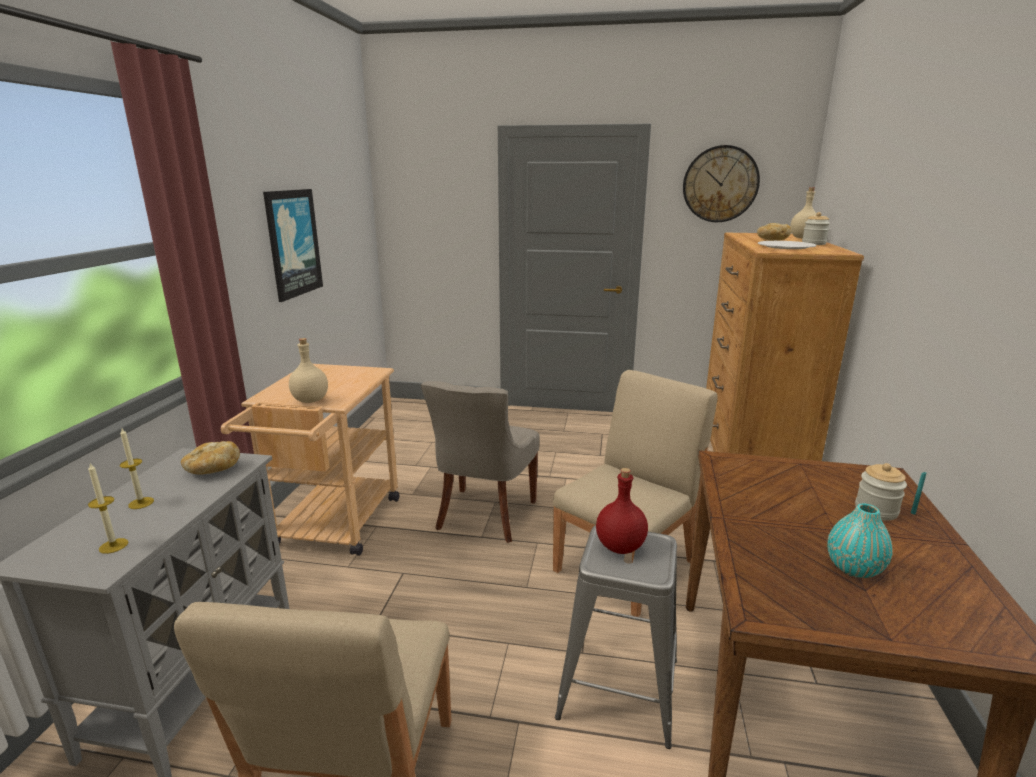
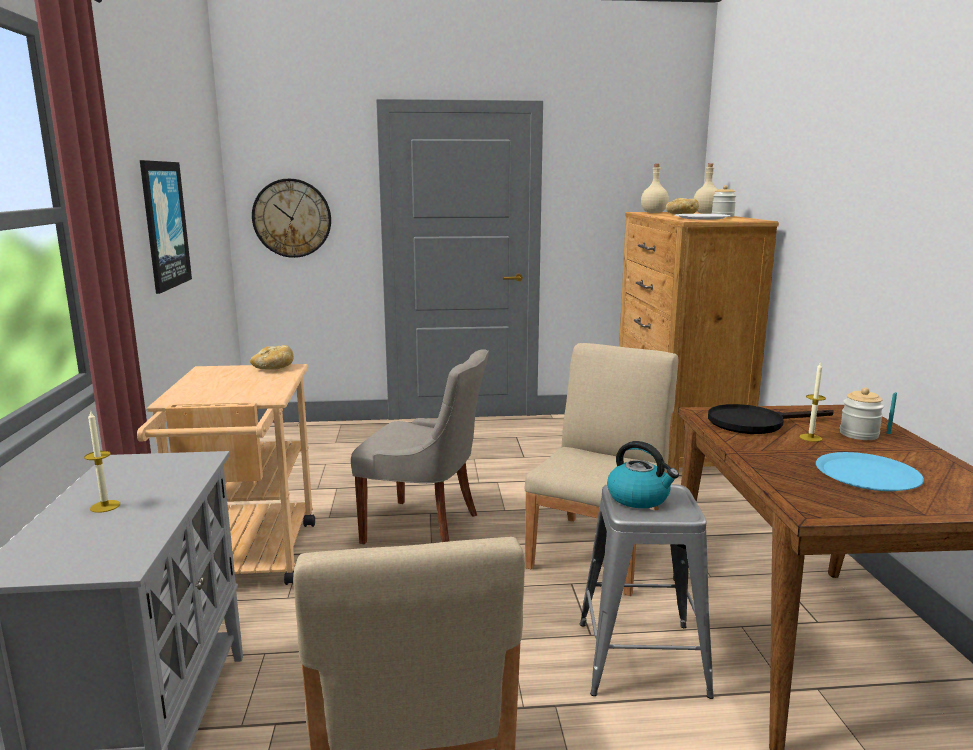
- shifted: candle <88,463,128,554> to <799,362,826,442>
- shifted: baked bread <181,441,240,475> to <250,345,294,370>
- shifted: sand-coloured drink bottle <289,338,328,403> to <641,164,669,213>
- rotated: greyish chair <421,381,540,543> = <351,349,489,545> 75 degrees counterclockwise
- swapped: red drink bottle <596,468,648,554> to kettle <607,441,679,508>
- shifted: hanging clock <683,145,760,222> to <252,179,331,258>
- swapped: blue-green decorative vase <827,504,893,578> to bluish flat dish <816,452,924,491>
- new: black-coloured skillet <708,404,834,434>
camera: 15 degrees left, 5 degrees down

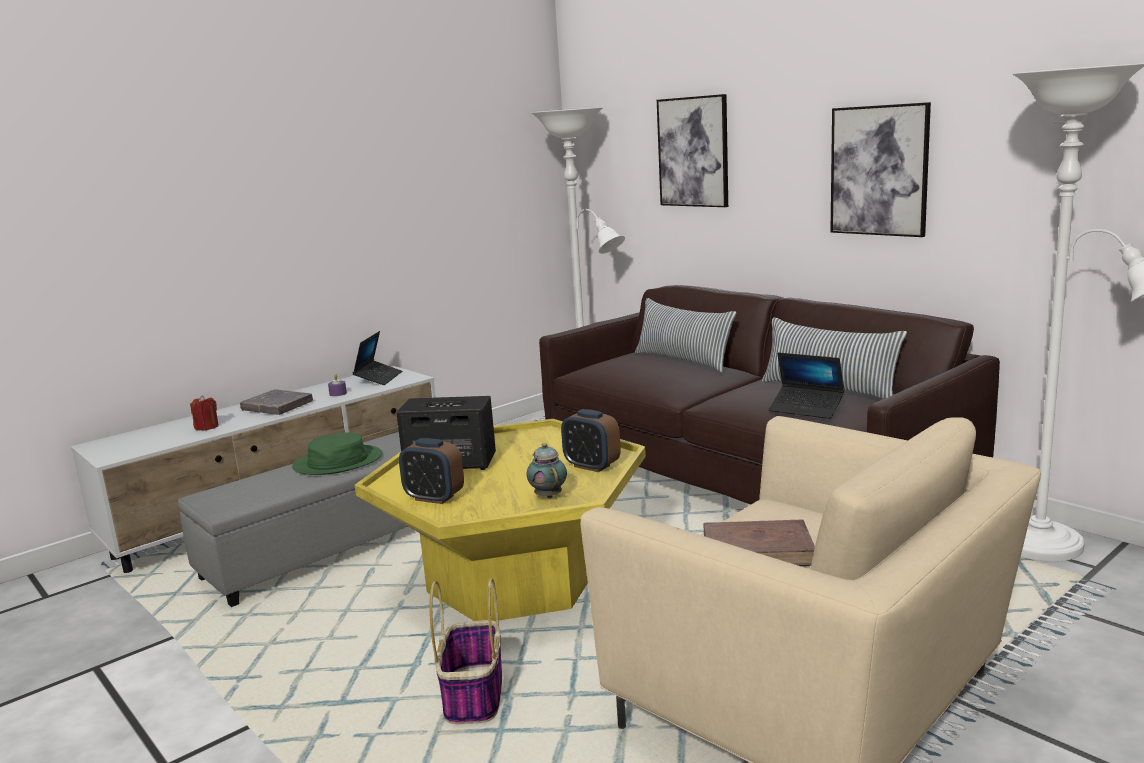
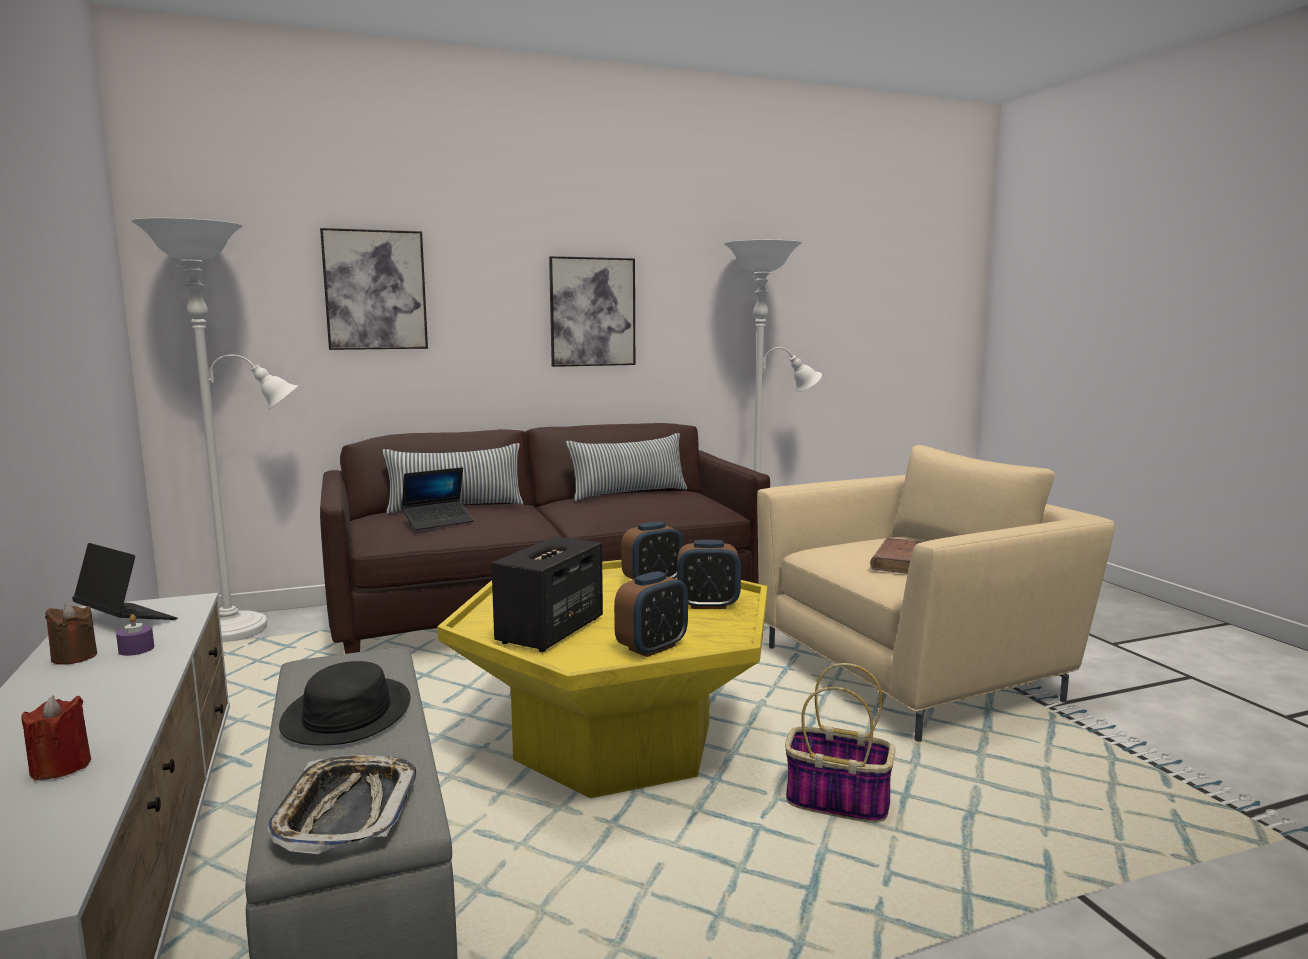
- gone: greyish book <240,389,313,415>
- repainted: greenish wearable hat <292,433,382,475> to black-coloured wearable hat <279,661,410,745>
- swapped: pot for tea <527,443,567,498> to alarm clock <677,540,741,609>
- shifted: notebook computer <769,352,844,419> to <401,467,474,530>
- new: brown candle <45,604,97,665>
- new: carrying tray <267,755,416,854>
camera: 70 degrees left, 5 degrees down

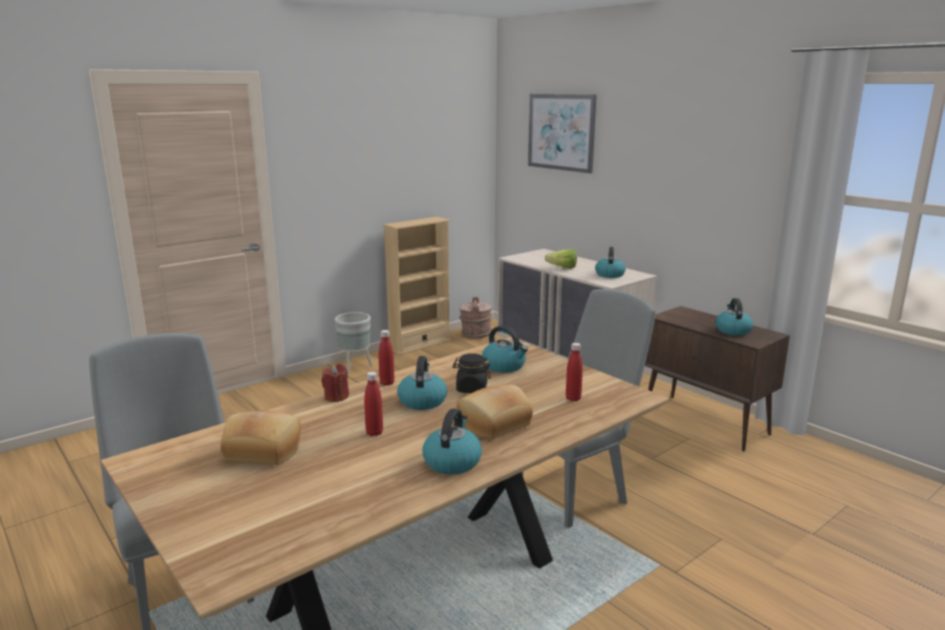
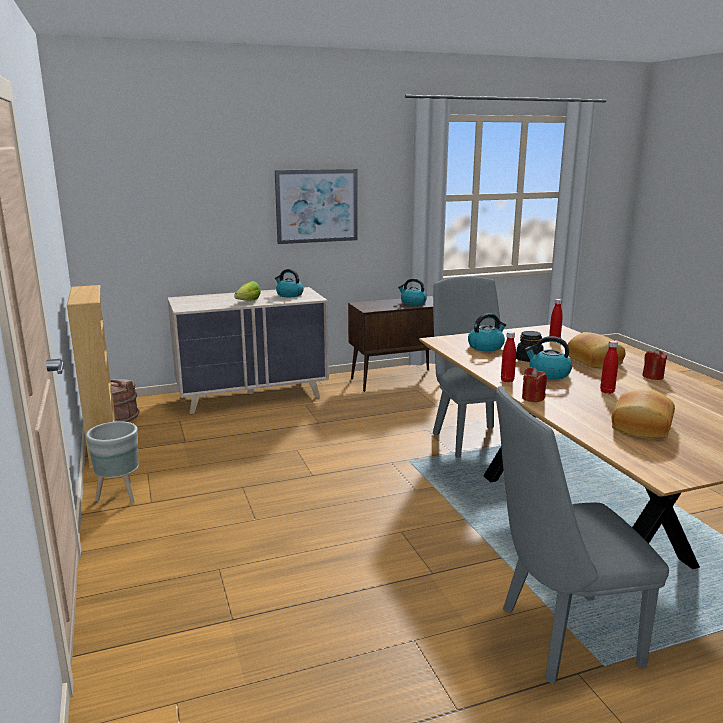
- swapped: kettle <422,408,482,475> to red candle <642,349,668,380>
- shifted: wall art <528,94,597,173> to <275,169,358,244>
camera: 70 degrees left, 0 degrees up

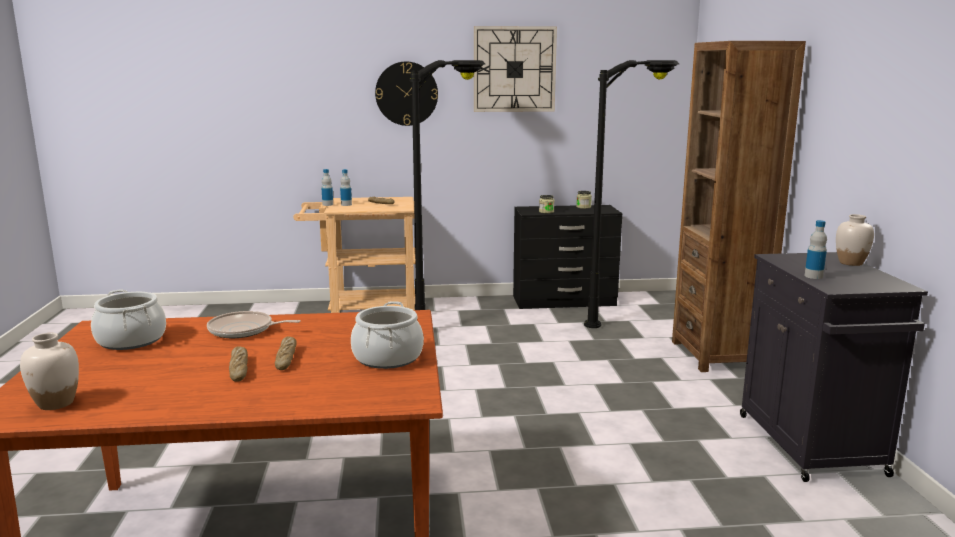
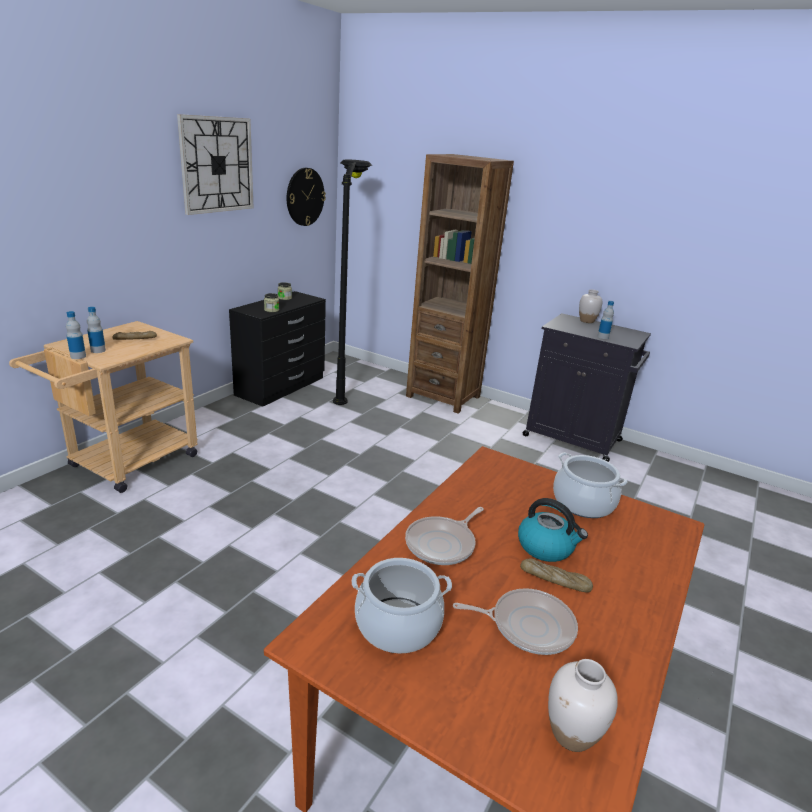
- swapped: baked bread <275,336,297,370> to kettle <518,498,588,562>
- shifted: hanging clock <375,62,438,126> to <287,168,326,226>
- gone: black-coloured floor lamp <410,60,485,310>
- new: skillet <453,588,578,655>
camera: 55 degrees left, 10 degrees up

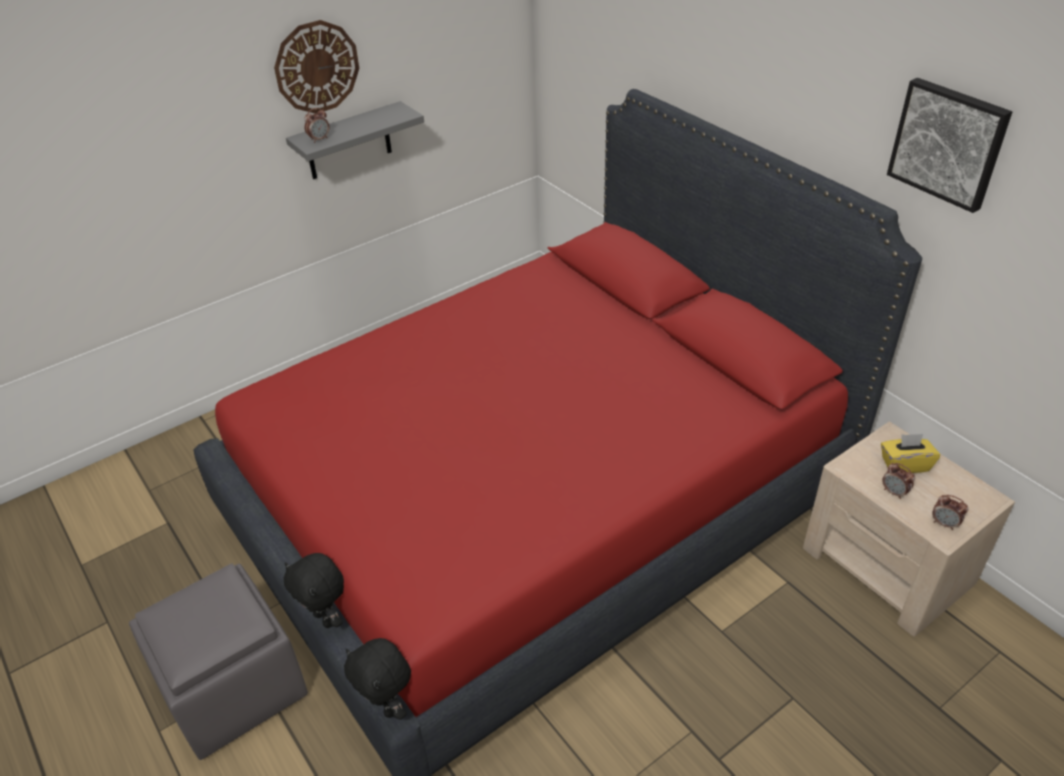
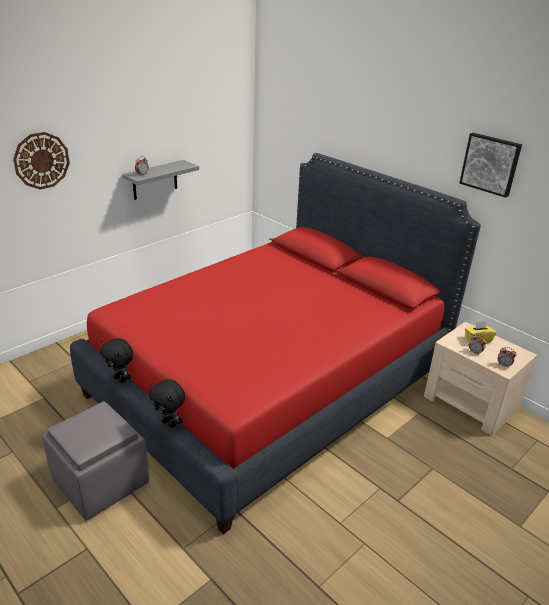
- shifted: hanging clock <274,20,359,114> to <13,132,70,190>
- shifted: black-coloured plush toy <344,638,411,720> to <100,338,133,383>
camera: 10 degrees left, 10 degrees down

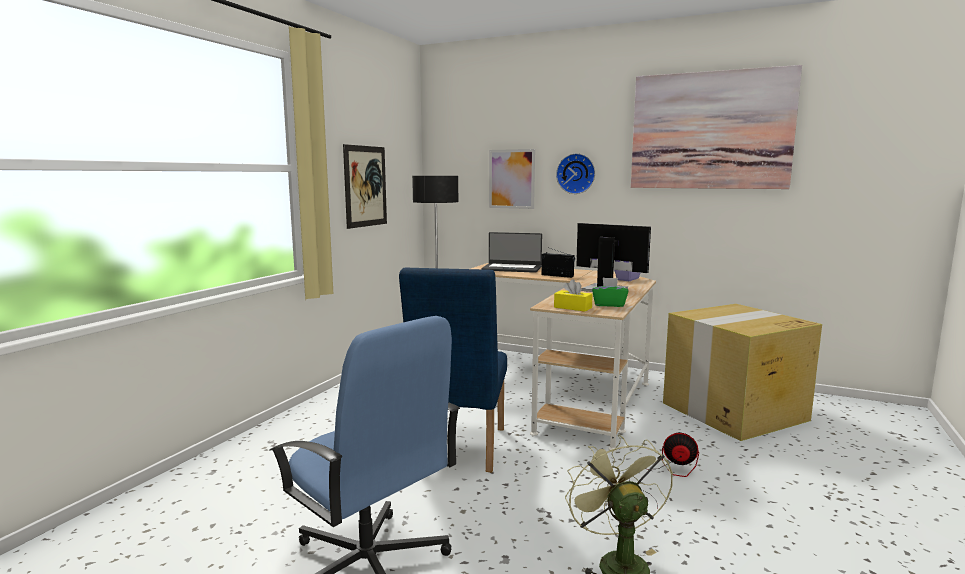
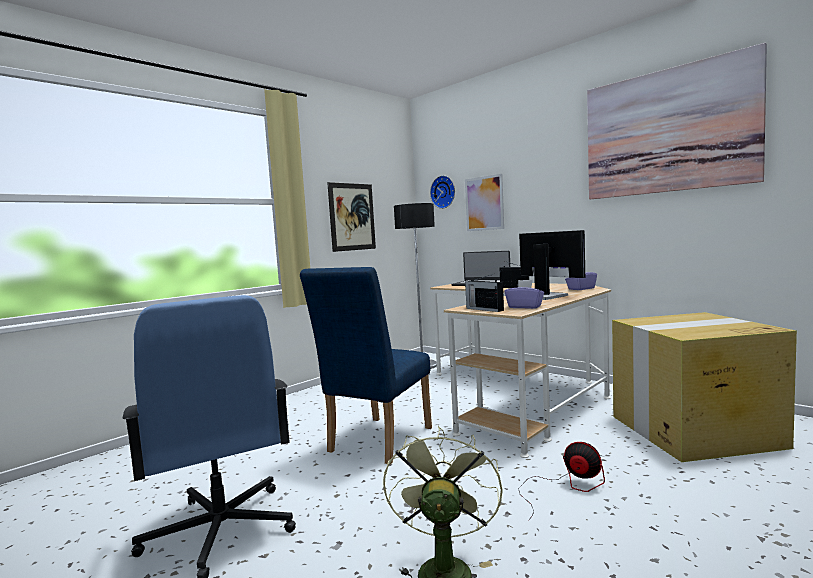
- swapped: yellow-coloured tissue box <554,279,593,312> to radio receiver <465,274,504,312>
- shifted: hanging clock <556,153,595,194> to <430,176,455,209>
- repainted: greenish tissue box <592,278,628,307> to purplish tissue box <505,280,544,309>
camera: 20 degrees right, 5 degrees down

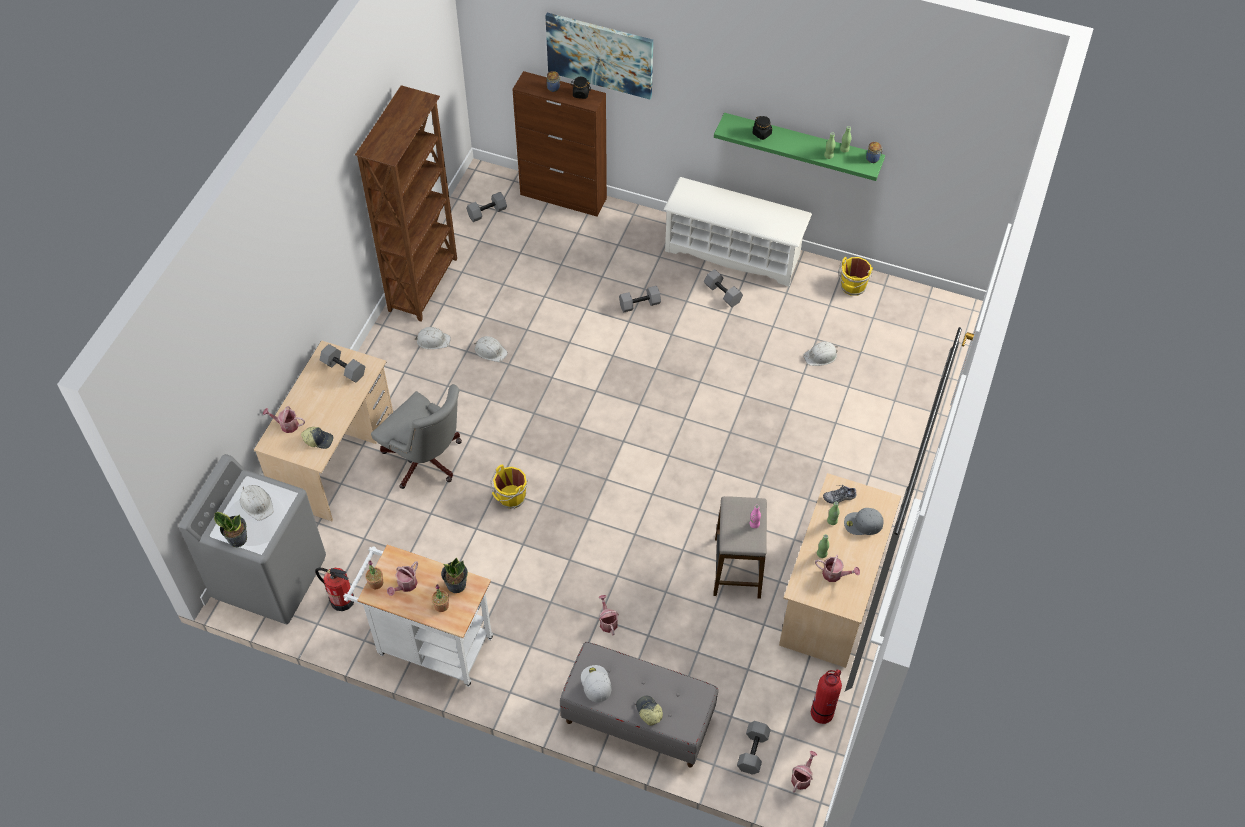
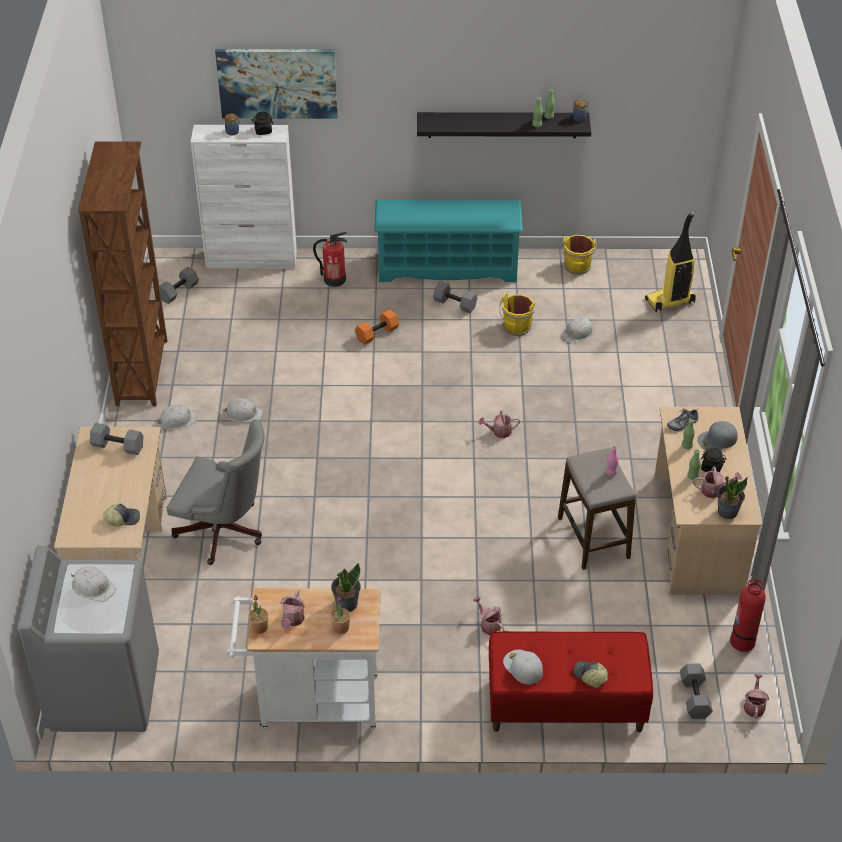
- shifted: plant in a pot <214,512,247,547> to <717,476,748,519>
- shifted: watering pot <263,406,305,433> to <478,410,520,438>
- shifted: extinguisher <315,568,354,611> to <313,232,347,287>
- shifted: yellow-coloured pail <491,464,528,509> to <499,293,535,336>
- repainted: brown cupboard <512,71,607,217> to white cupboard <191,125,297,269>
- repainted: greyish indoor bench <560,642,718,767> to red indoor bench <489,631,653,732>
- repainted: greyish hand weight <619,286,661,313> to orange-coloured hand weight <355,309,399,345>
- repainted: white shoe stand <664,177,812,287> to blue-green shoe stand <374,200,523,282>
- repainted: greenish bracket shelf <714,113,885,181> to black-coloured bracket shelf <417,112,591,138>
- shifted: black-coloured storage jar <753,116,772,140> to <701,447,727,472>
- new: hoover <645,212,696,312>
camera: 20 degrees left, 10 degrees down

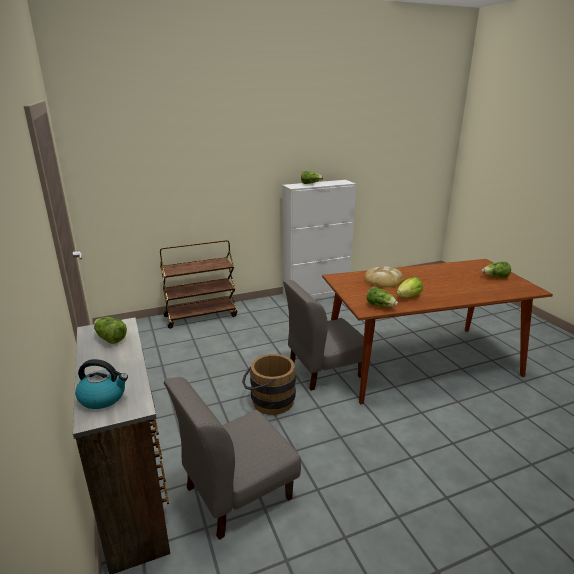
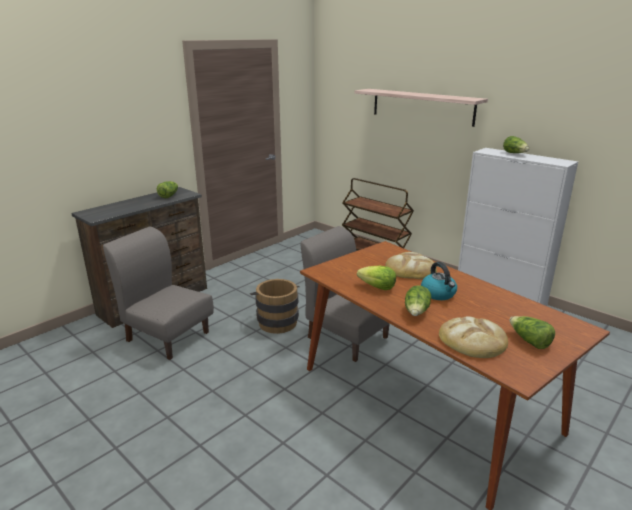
- shifted: kettle <75,359,128,409> to <421,262,457,300>
- shifted: lettuce head <367,287,398,307> to <405,285,431,316>
- new: bracket shelf <355,89,488,127>
- new: baked bread <439,316,508,358>
camera: 65 degrees right, 0 degrees up

